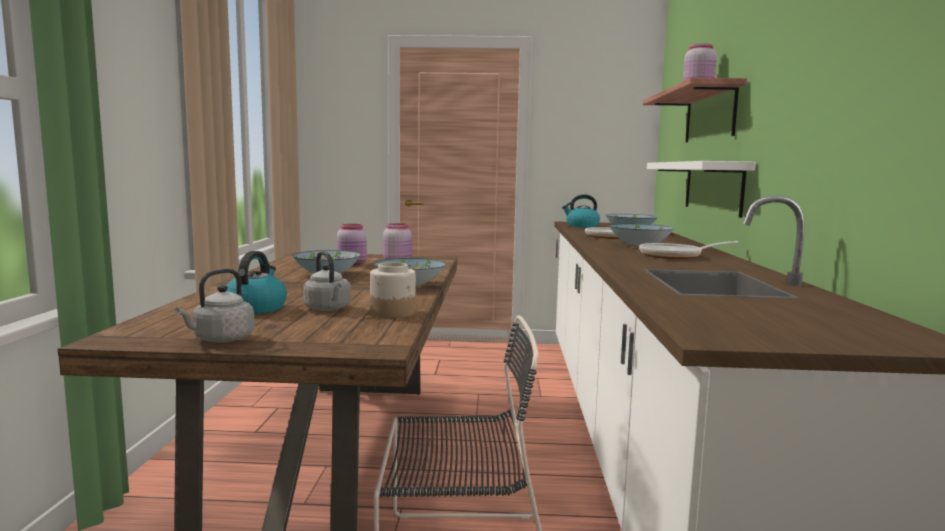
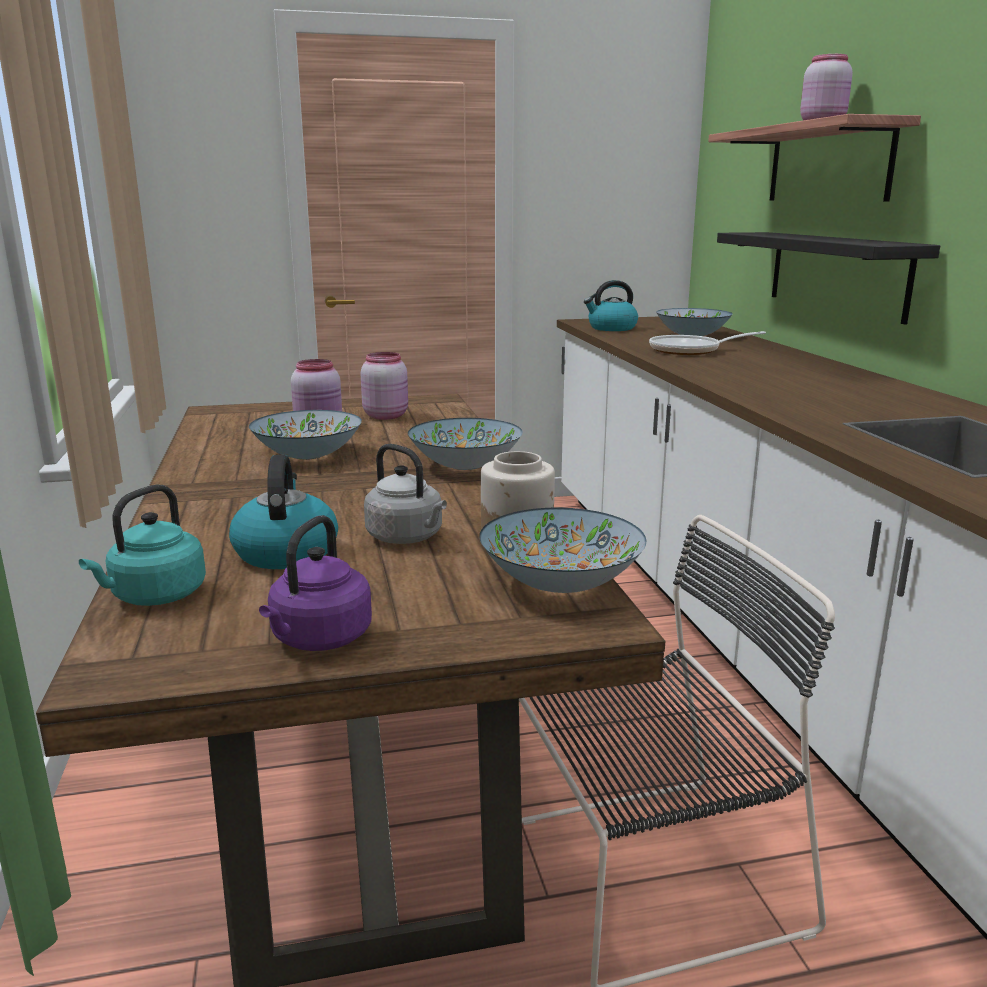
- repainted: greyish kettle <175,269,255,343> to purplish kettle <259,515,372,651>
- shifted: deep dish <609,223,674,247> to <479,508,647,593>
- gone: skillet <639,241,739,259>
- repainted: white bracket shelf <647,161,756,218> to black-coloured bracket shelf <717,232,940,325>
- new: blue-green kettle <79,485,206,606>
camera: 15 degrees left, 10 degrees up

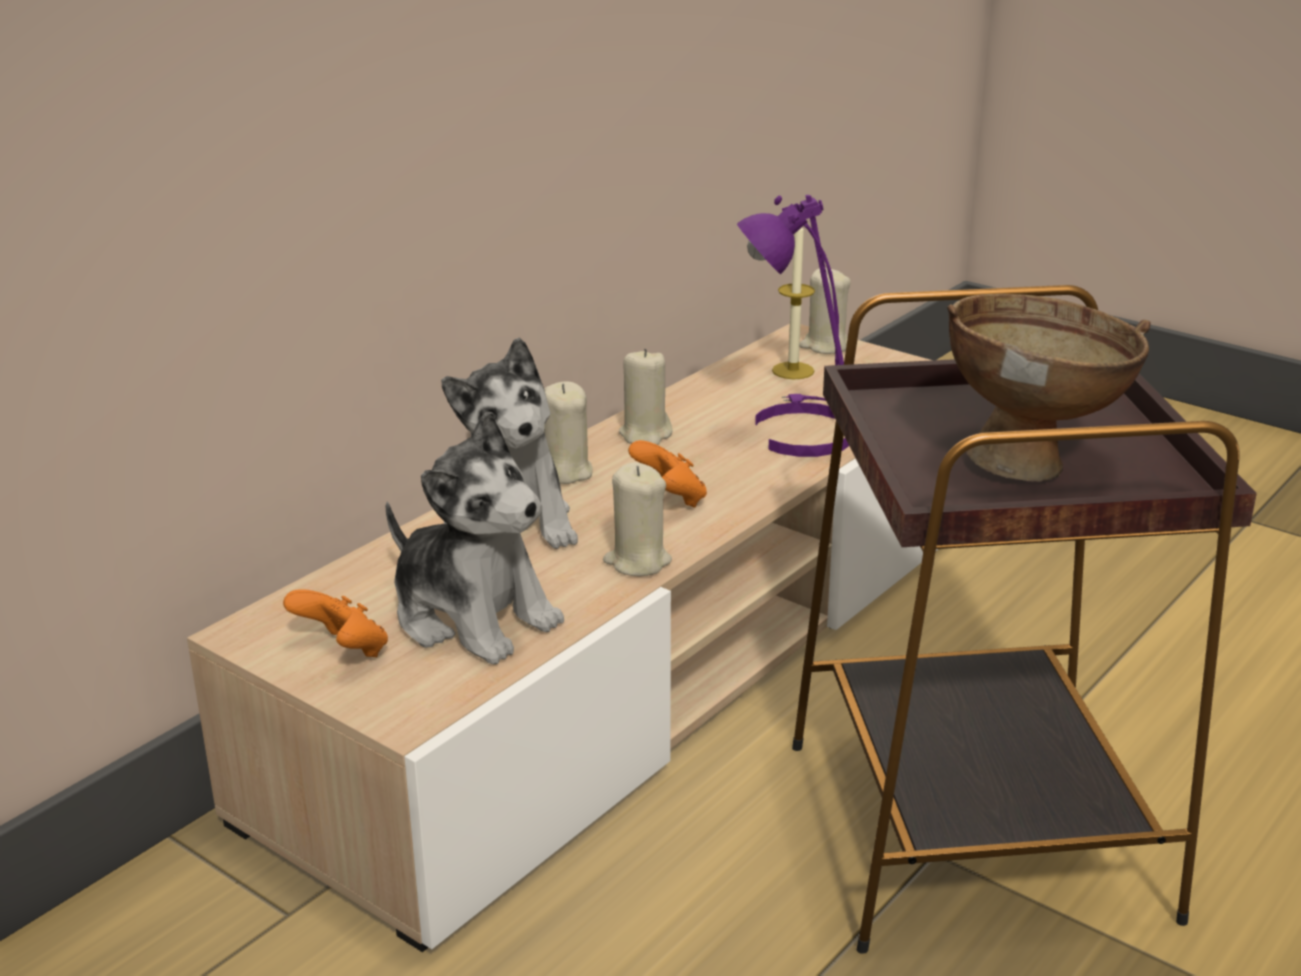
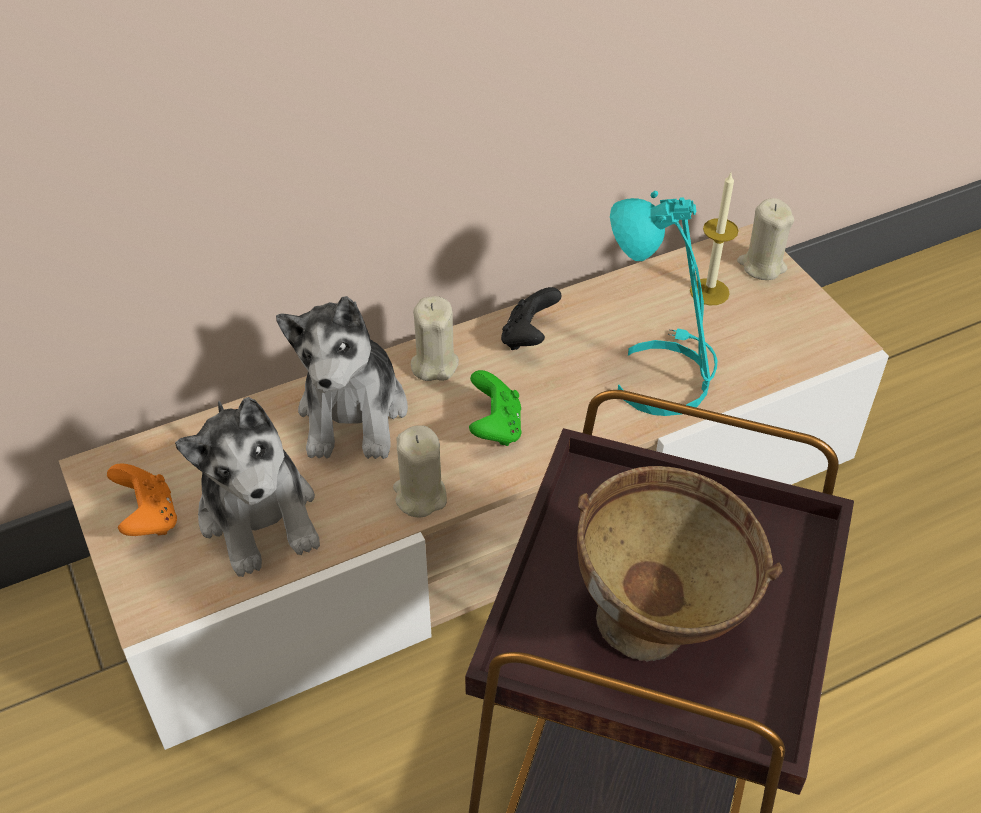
- swapped: sand-coloured candle <619,349,672,445> to black-coloured joypad <501,287,561,350>
- repainted: orange-coloured joypad <628,440,707,508> to greenish joypad <469,370,522,446>
- repainted: purplish tabletop lamp <737,195,849,457> to blue-green tabletop lamp <610,191,718,416>
camera: 25 degrees right, 20 degrees up

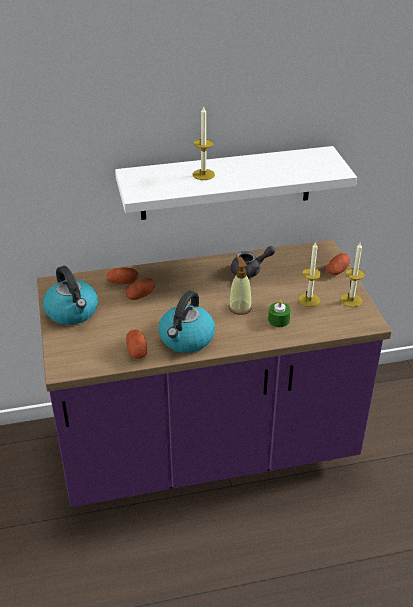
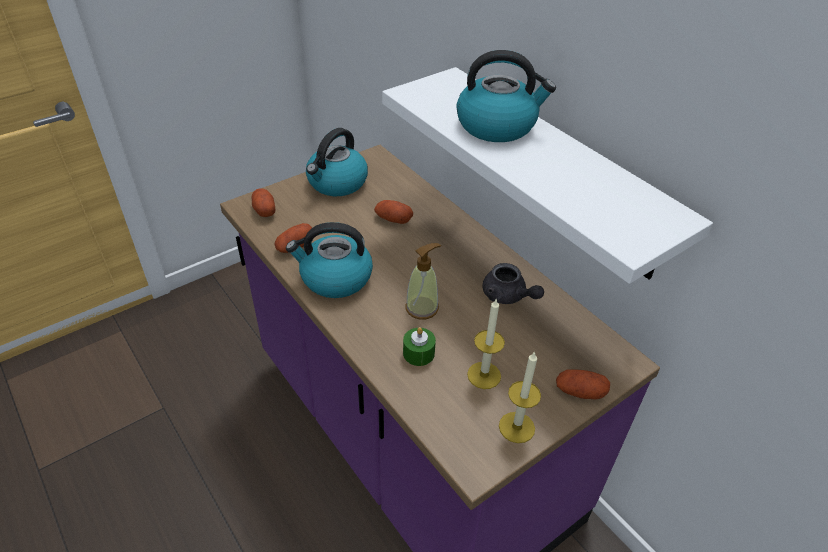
- shifted: potato <107,267,138,284> to <252,188,275,217>
- swapped: candle <193,106,215,180> to kettle <457,50,556,142>
camera: 65 degrees right, 5 degrees up

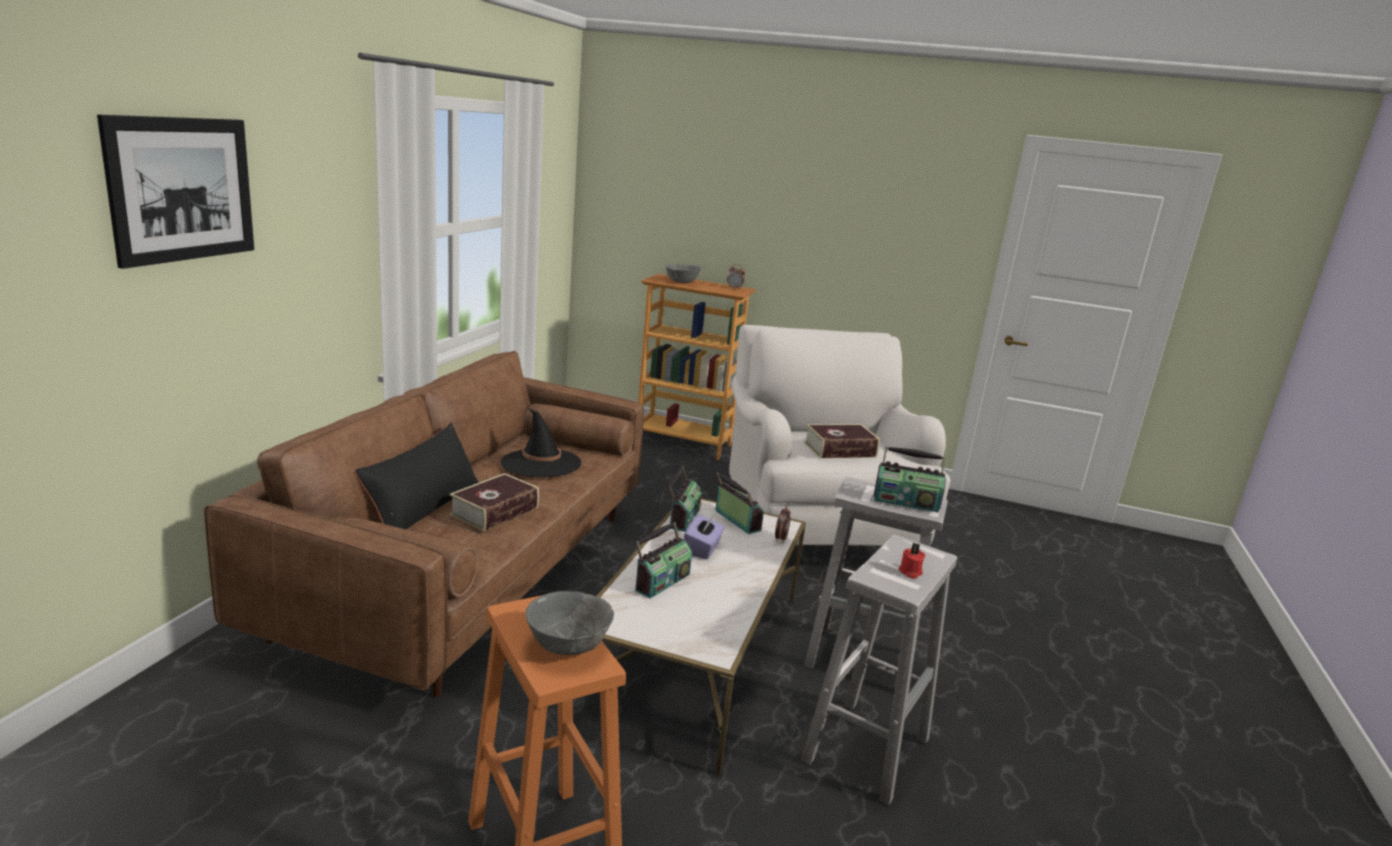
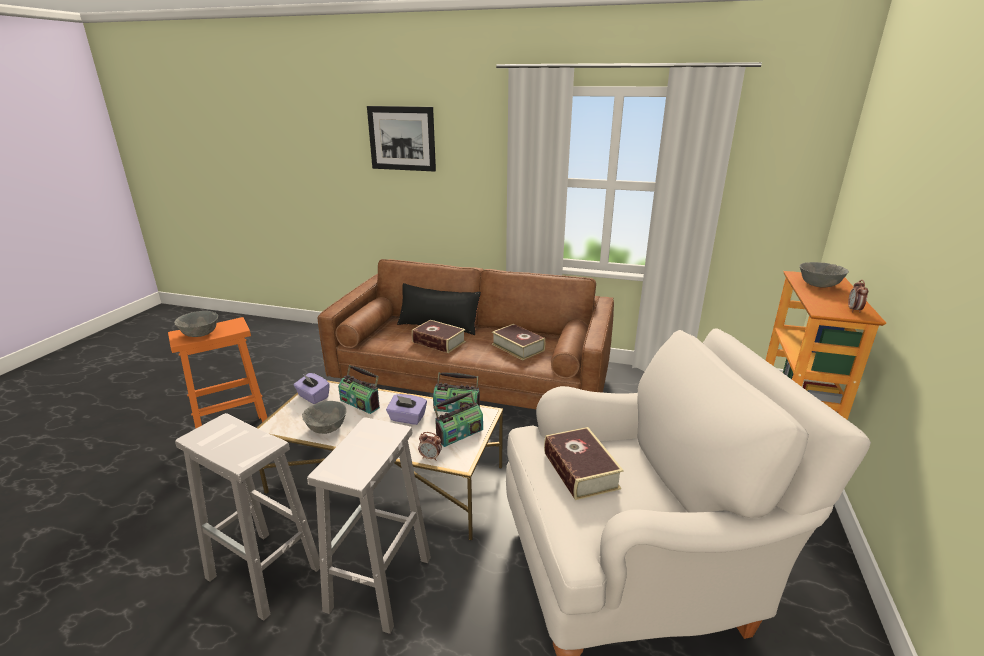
- swapped: black-coloured wearable hat <500,409,581,478> to book <492,324,545,360>
- gone: radio receiver <874,446,946,513>
- gone: red candle <898,543,925,578>
- new: purplish tissue box <293,373,330,404>
- new: greyish deep dish <302,401,347,434>
camera: 90 degrees right, 5 degrees up

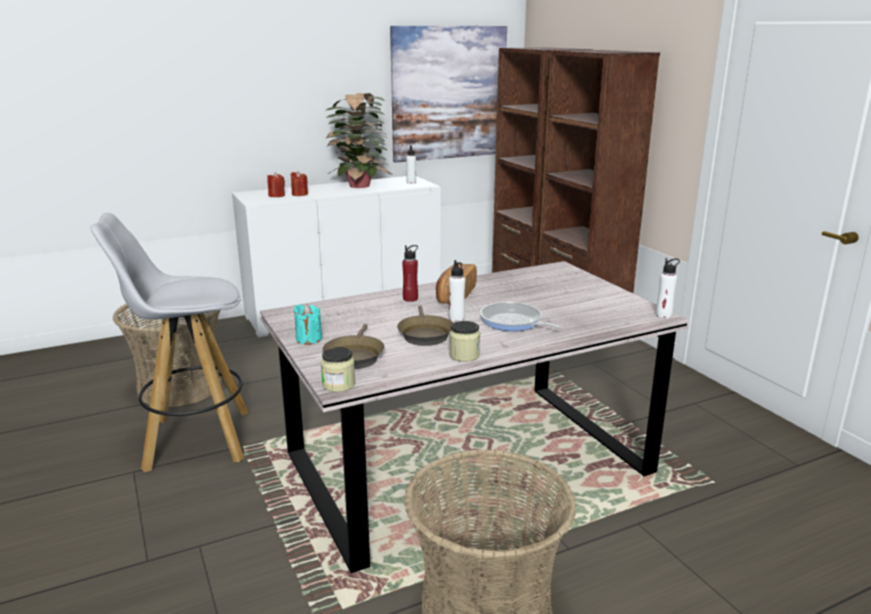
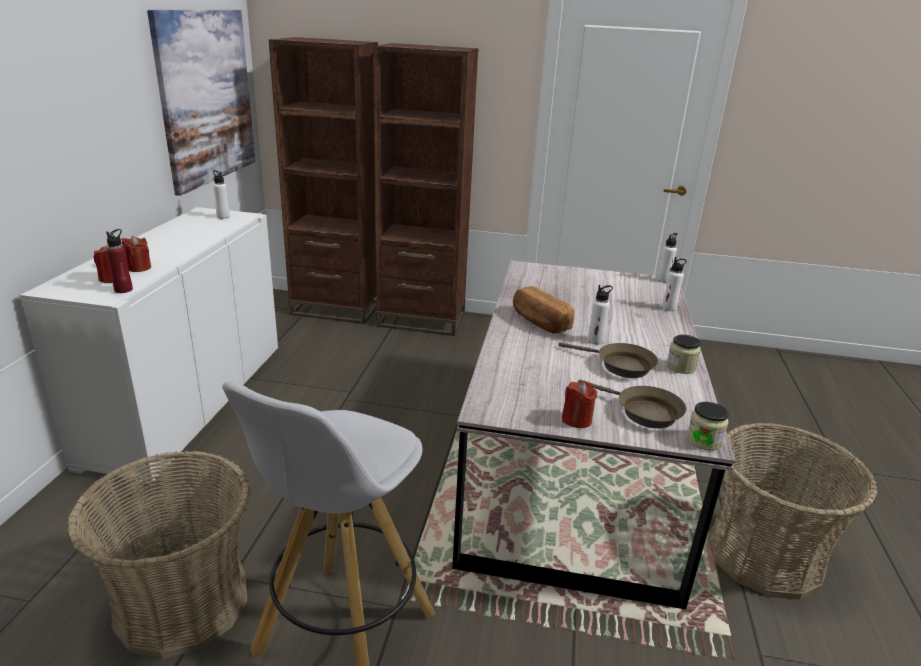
- repainted: blue-green candle <294,304,322,345> to red candle <562,381,597,428>
- gone: plant in a pot <325,93,392,188>
- shifted: red drink bottle <402,245,418,302> to <106,229,133,293>
- gone: skillet <480,302,563,331>
- new: white drink bottle <662,257,687,311>
camera: 55 degrees left, 5 degrees up

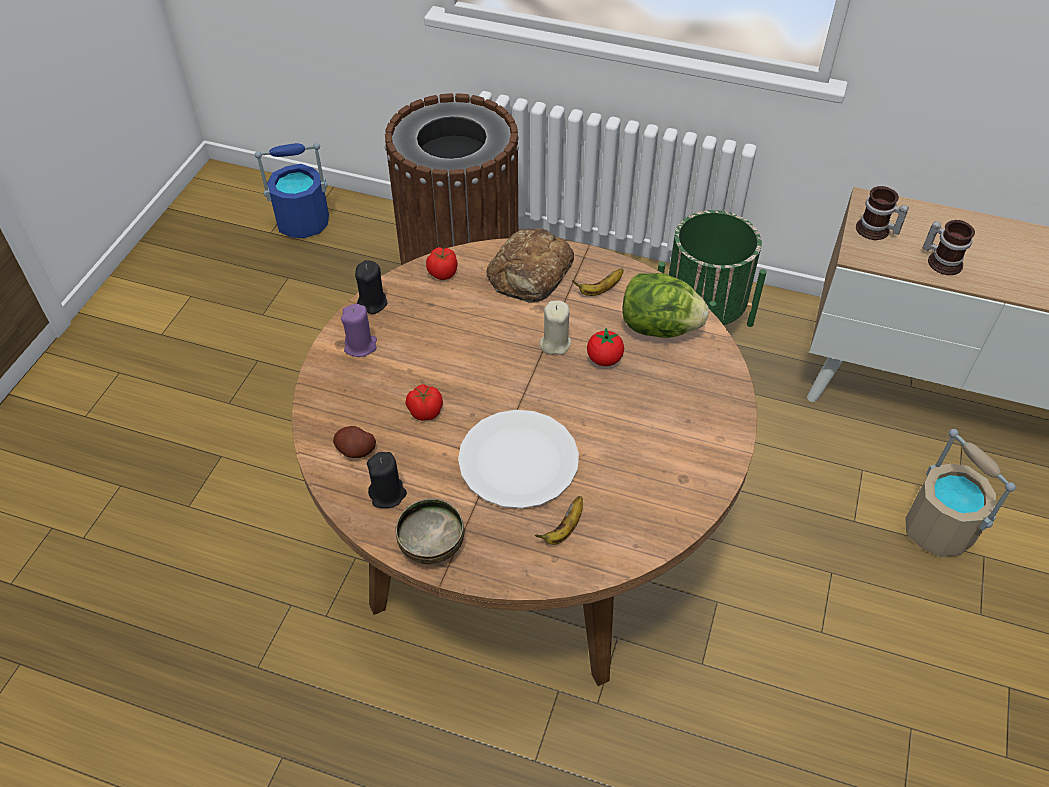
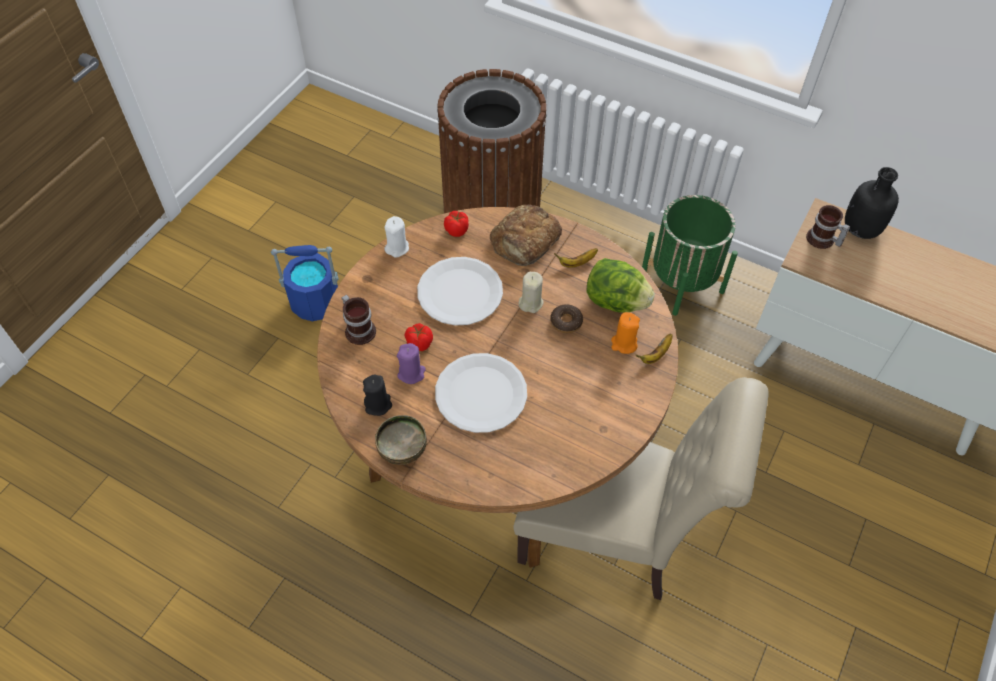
- shifted: bluish pail <255,143,329,238> to <271,245,339,322>
- gone: potato <333,426,376,458>
- shifted: purplish candle <341,304,377,357> to <397,343,426,384>
- repainted: black-coloured candle <355,260,388,314> to white candle <384,216,409,258>
- shifted: banana fruit <535,496,583,545> to <636,334,672,364>
- swapped: tomato <587,328,624,366> to doughnut <550,304,583,333>
- gone: sand-coloured pail <905,429,1016,557>
- shifted: mug <923,220,975,275> to <341,295,376,345>
- new: white flat dish <417,257,503,326>
- new: sand-coloured chair <514,377,769,600>
- new: orange-coloured candle <611,312,640,354>
- new: black-coloured drink bottle <845,167,899,239>
camera: 10 degrees right, 5 degrees up

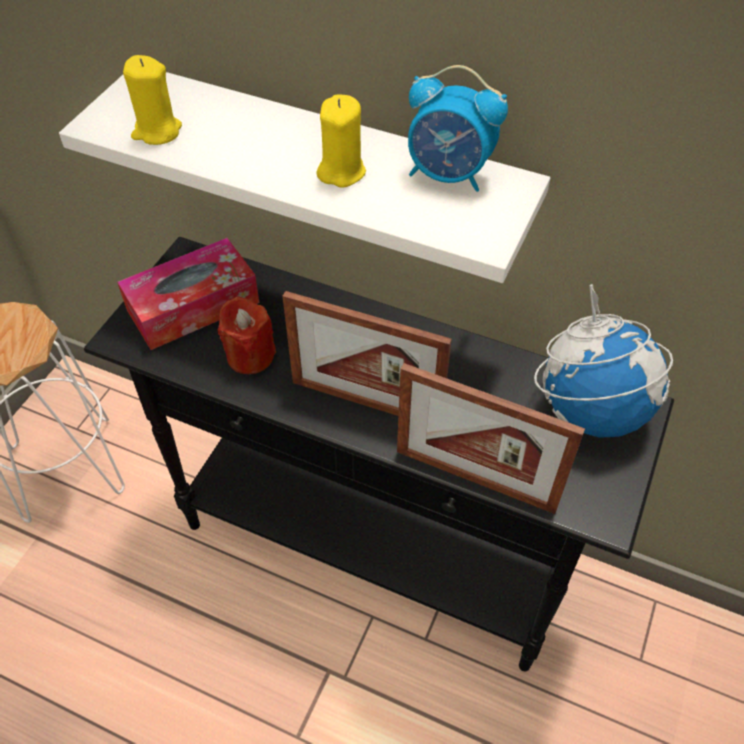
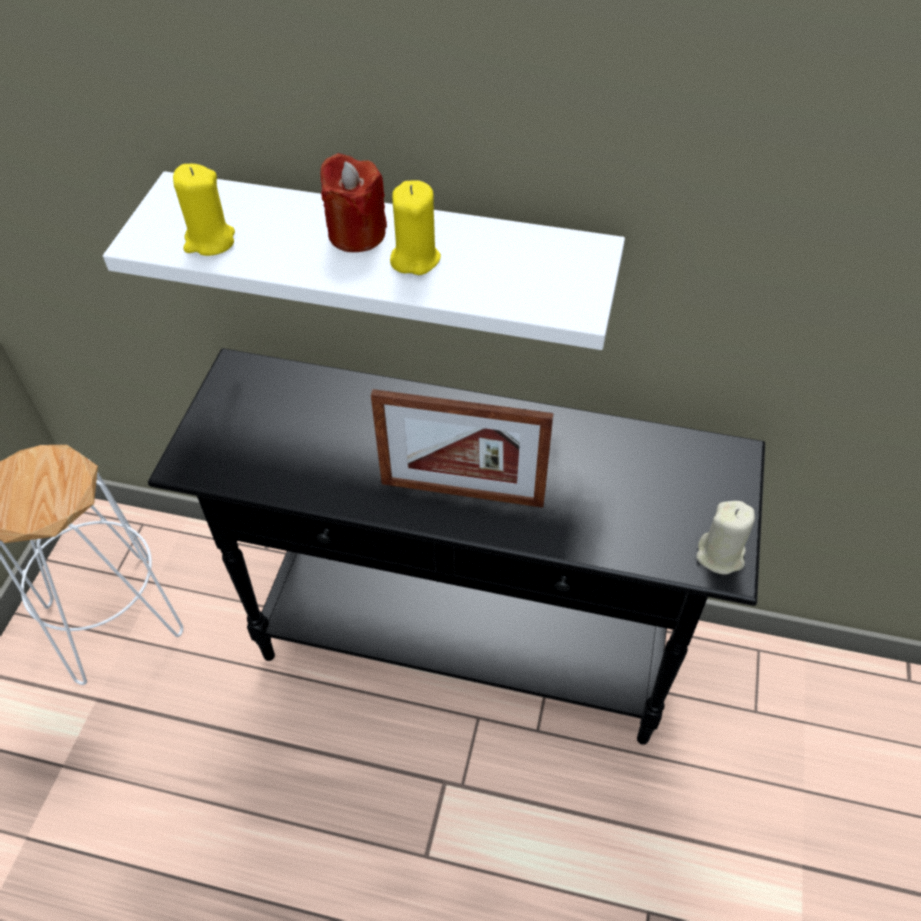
- gone: tissue box <117,238,259,350>
- shifted: red candle <218,296,276,374> to <321,153,387,252>
- gone: standing frame <397,363,585,514>
- gone: alarm clock <408,65,508,192>
- gone: globe <534,284,673,438>
- new: sand-coloured candle <696,501,755,575>
camera: 10 degrees left, 0 degrees up

